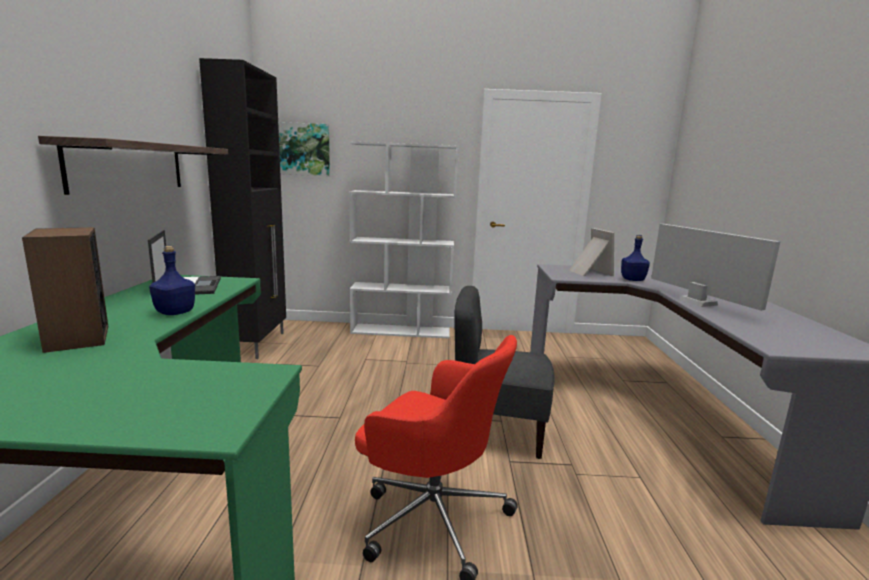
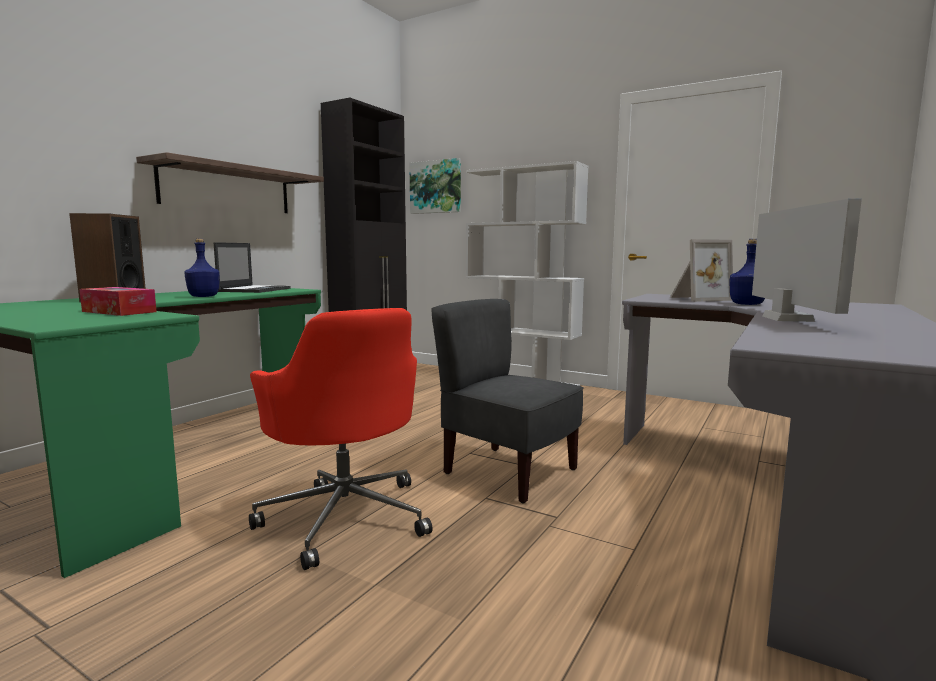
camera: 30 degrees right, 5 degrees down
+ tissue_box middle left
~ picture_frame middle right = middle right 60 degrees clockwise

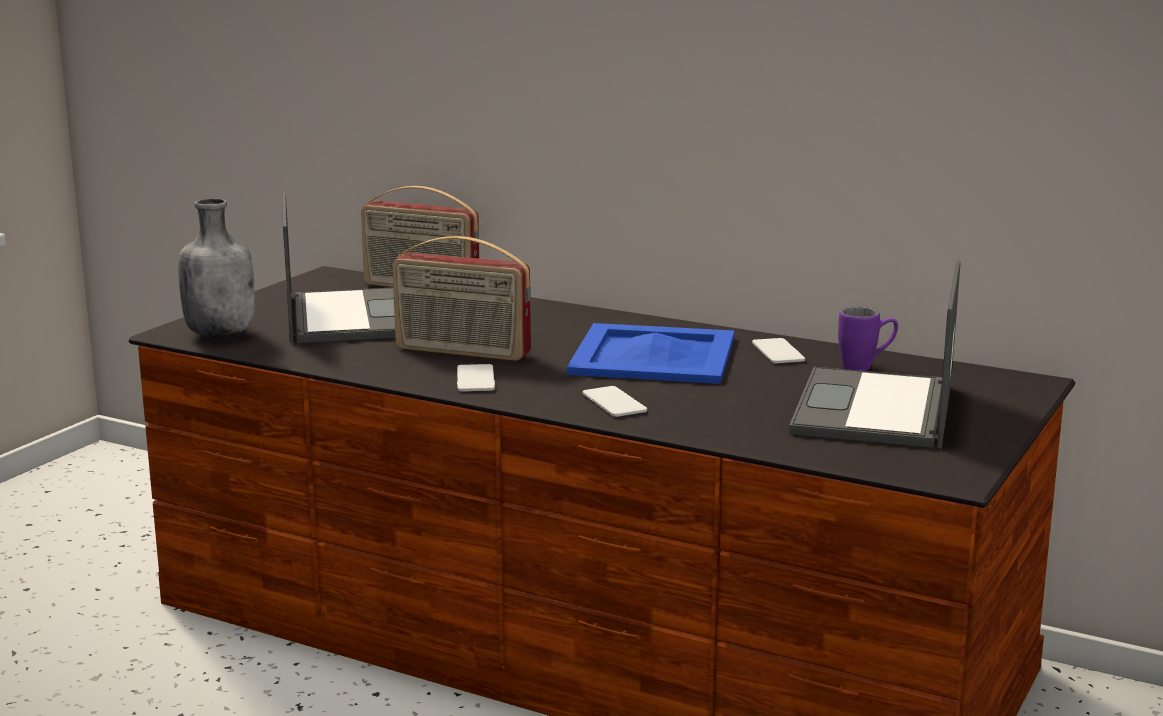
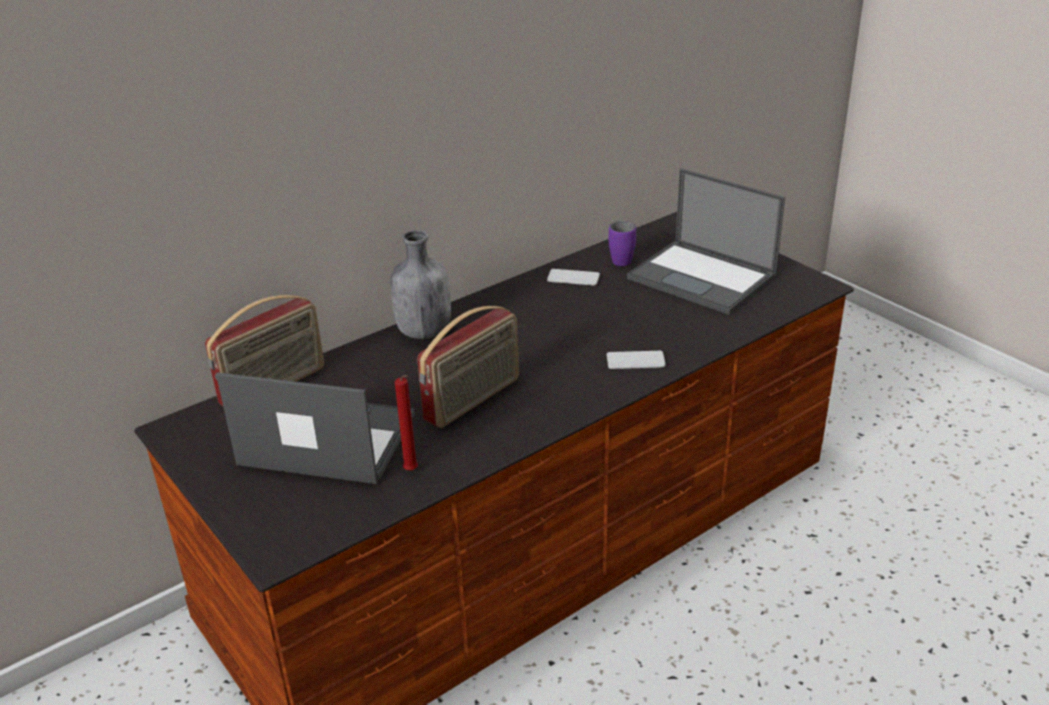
camera: 65 degrees left, 15 degrees up
- phone (no. 1 from left) centre
- blue_tray centre
+ red_candle centre
~ grey_bottle middle left to centre

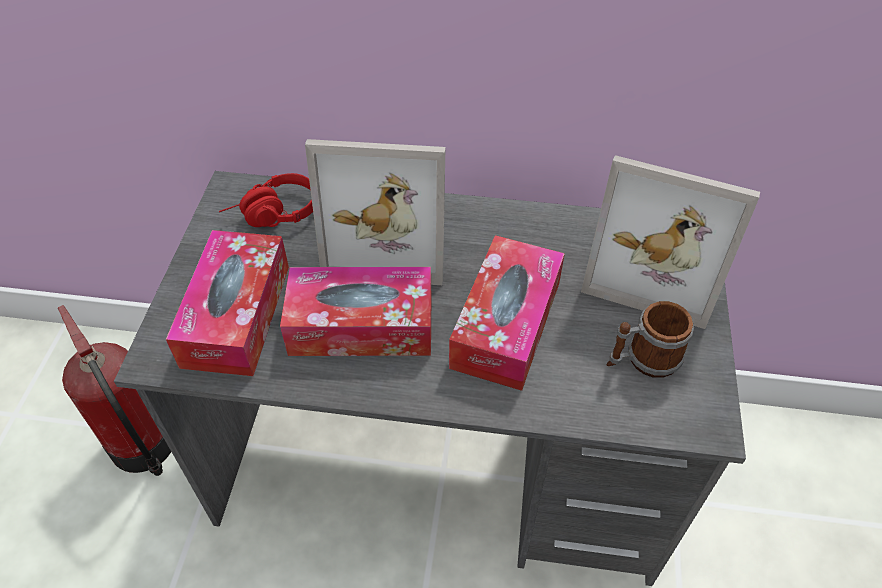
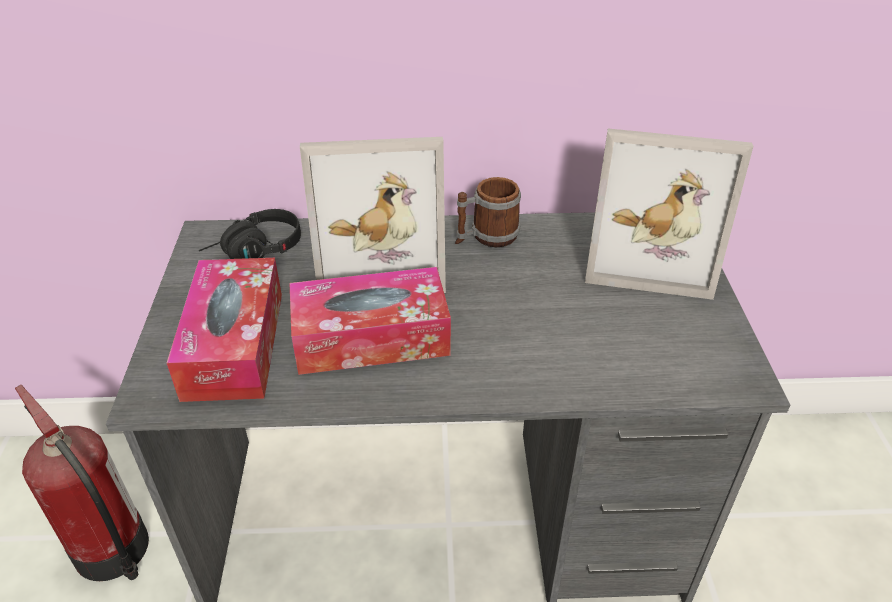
camera: 10 degrees left, 10 degrees down
- tissue_box (no. 3 from left) centre
~ mug middle right to centre
~ red_headphones middle left to black_headphones middle left

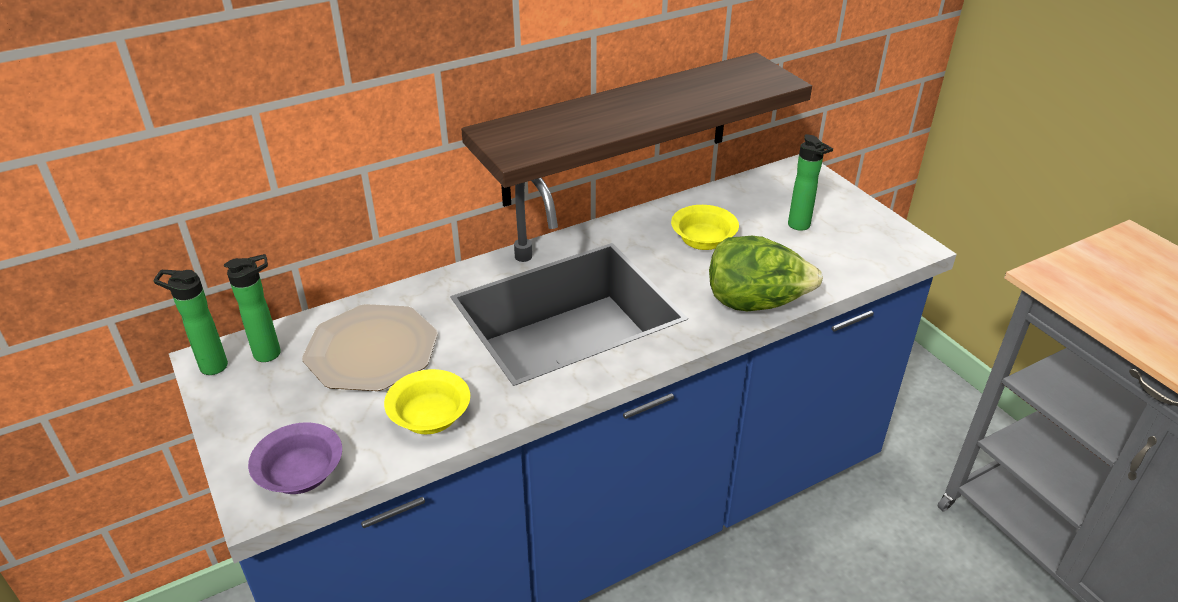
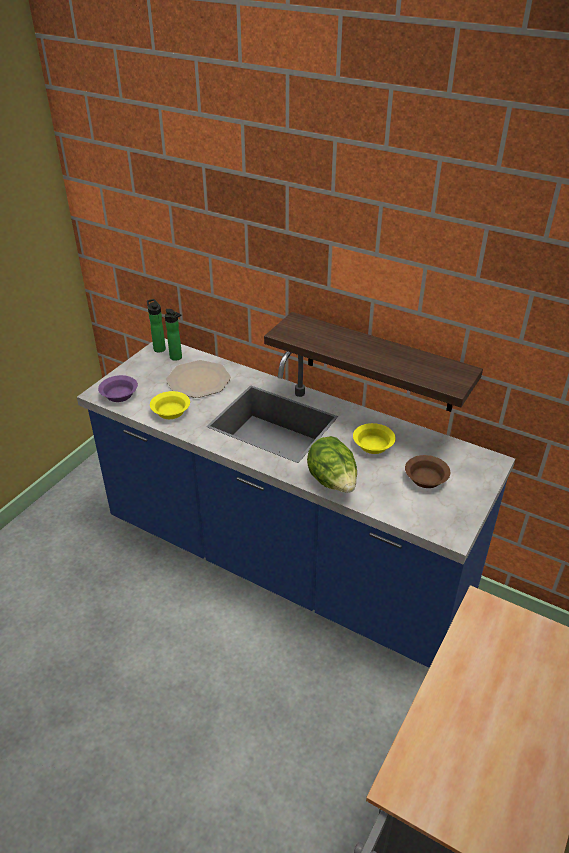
camera: 60 degrees right, 0 degrees up
~ bottle (no. 3 from left) top right to brown_bowl middle right

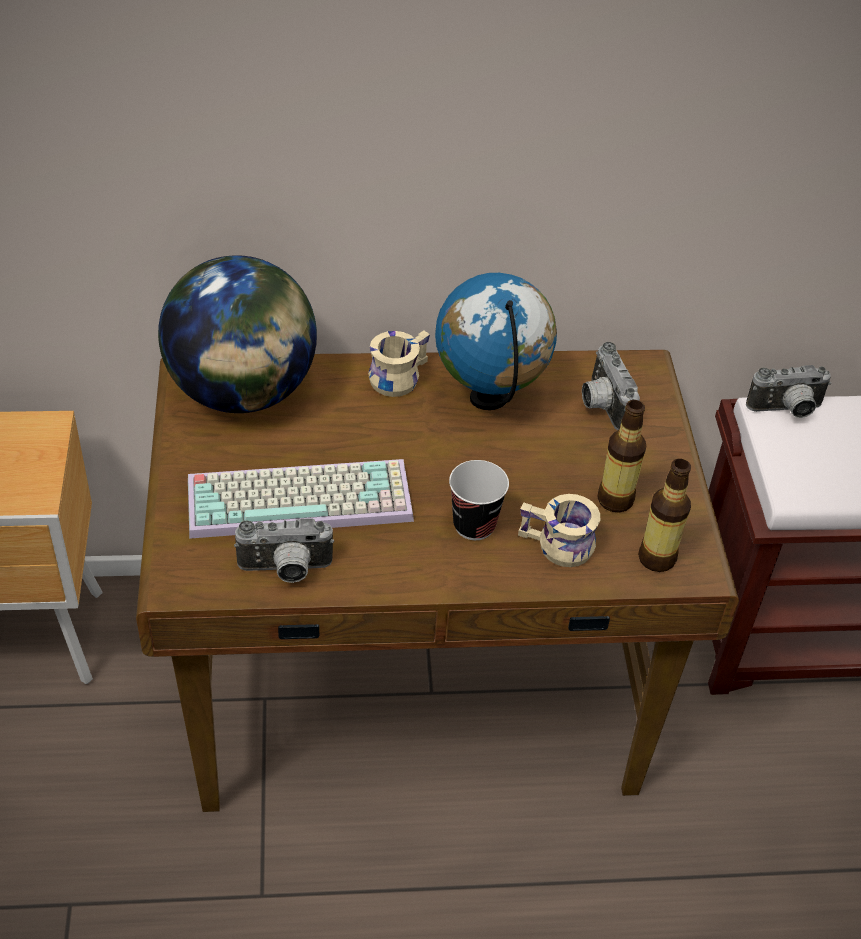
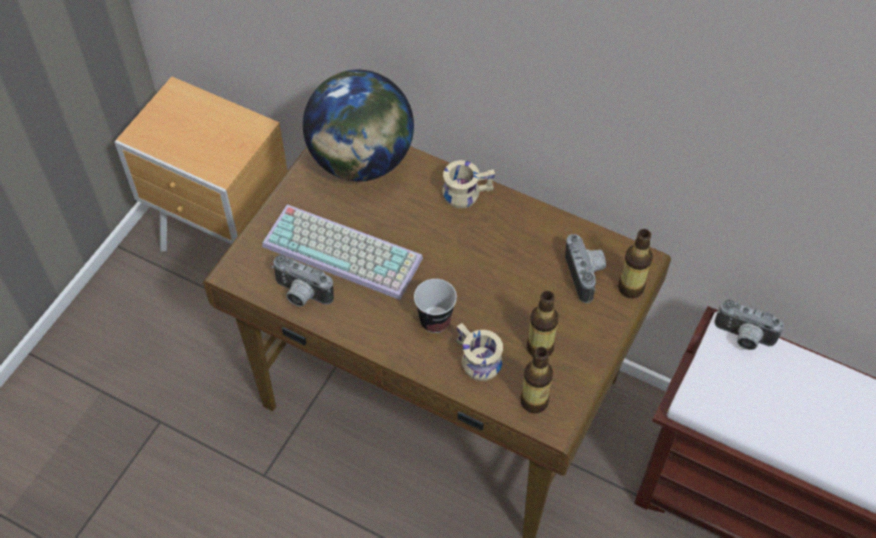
camera: 35 degrees right, 10 degrees up
- globe (no. 2 from left) centre
+ bottle (no. 3 from left) middle right
~ photo_camera (no. 2 from left) middle right = middle right 150 degrees clockwise

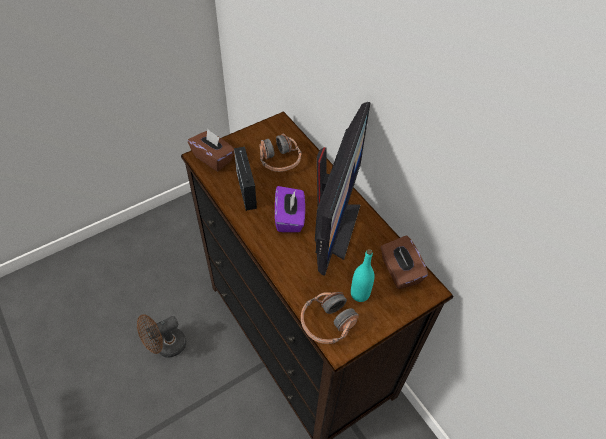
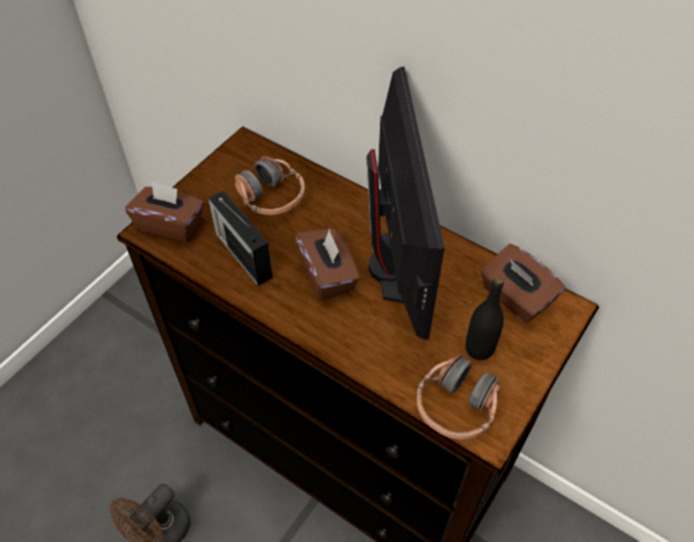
camera: 20 degrees left, 0 degrees up
~ purple_tissue_box centre to brown_tissue_box (no. 2 from left) centre
~ turquoise_bottle centre to black_bottle middle right

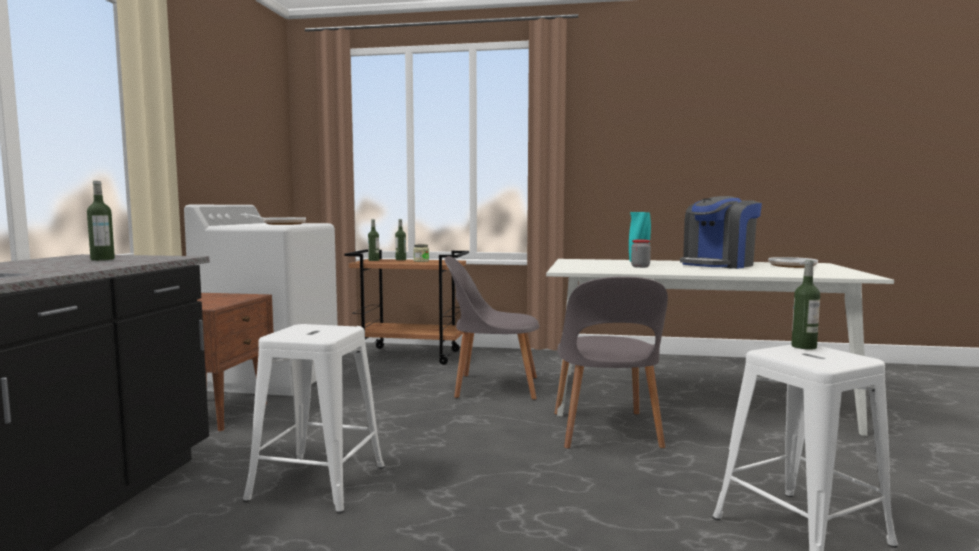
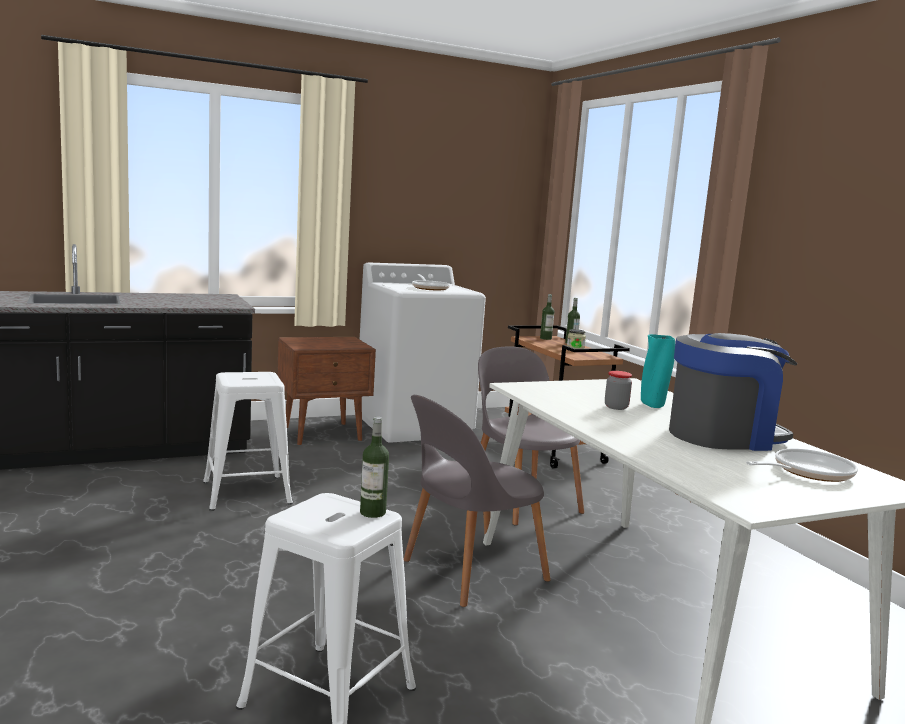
camera: 55 degrees right, 5 degrees up
- bottle (no. 1 from left) middle left
~ coffee_machine middle right = middle right 150 degrees clockwise

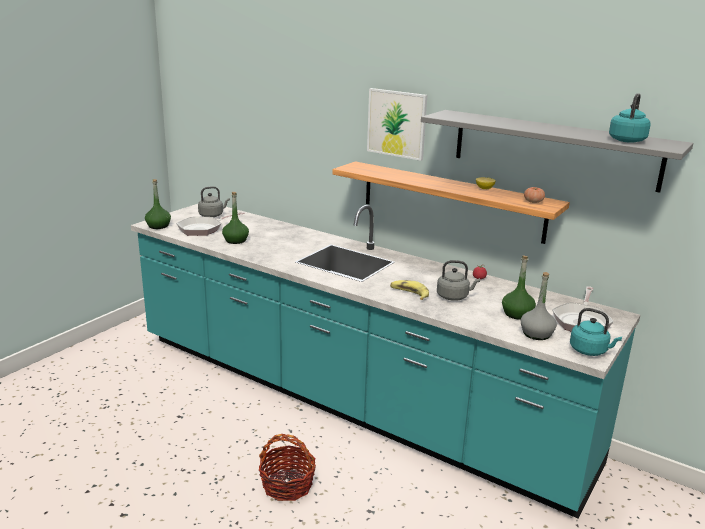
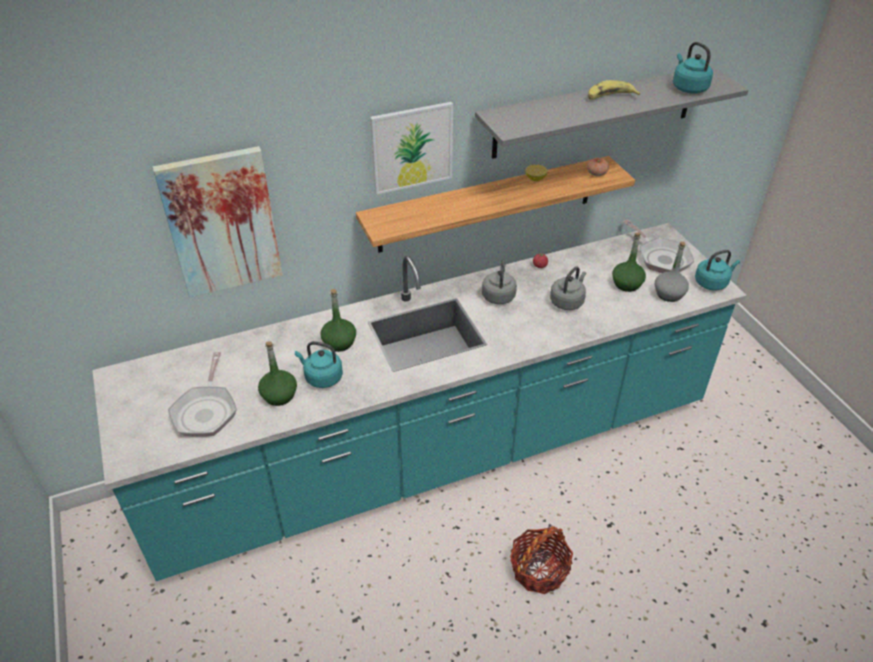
camera: 55 degrees left, 20 degrees up
+ picture (no. 1 from left) middle left
+ turquoise_kettle (no. 1 from left) centre
~ green_bottle (no. 1 from left in the first image) middle left to green_bottle (no. 2 from left) centre
~ grey_kettle (no. 1 from left) middle left to centre
~ banana centre to top right

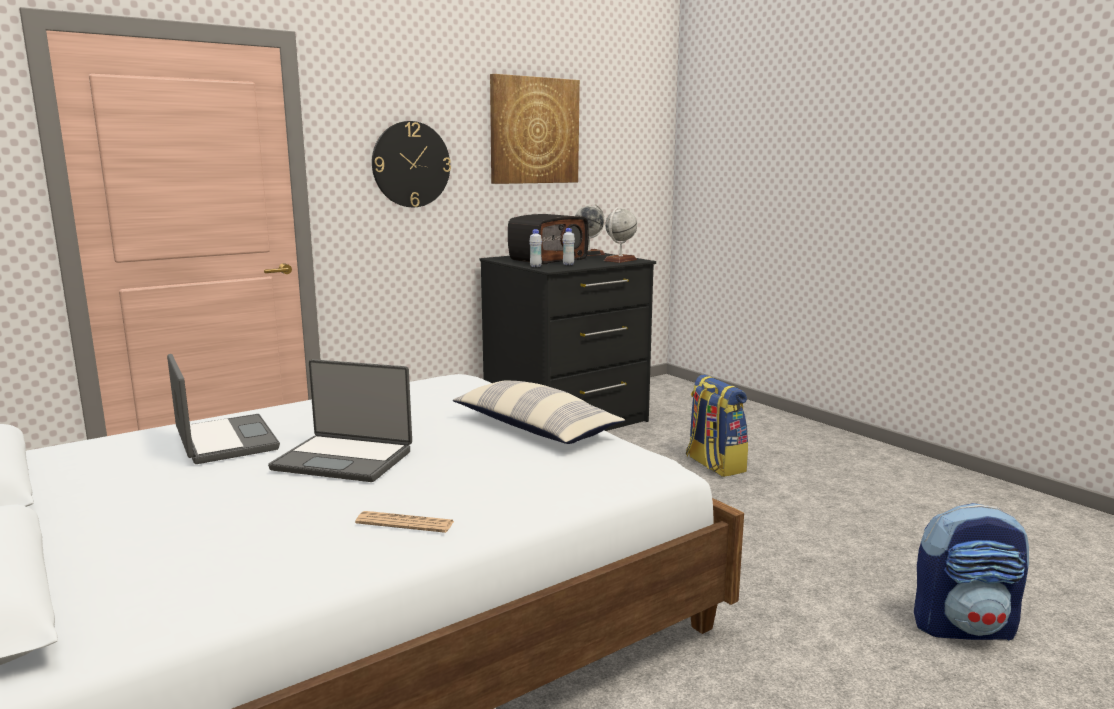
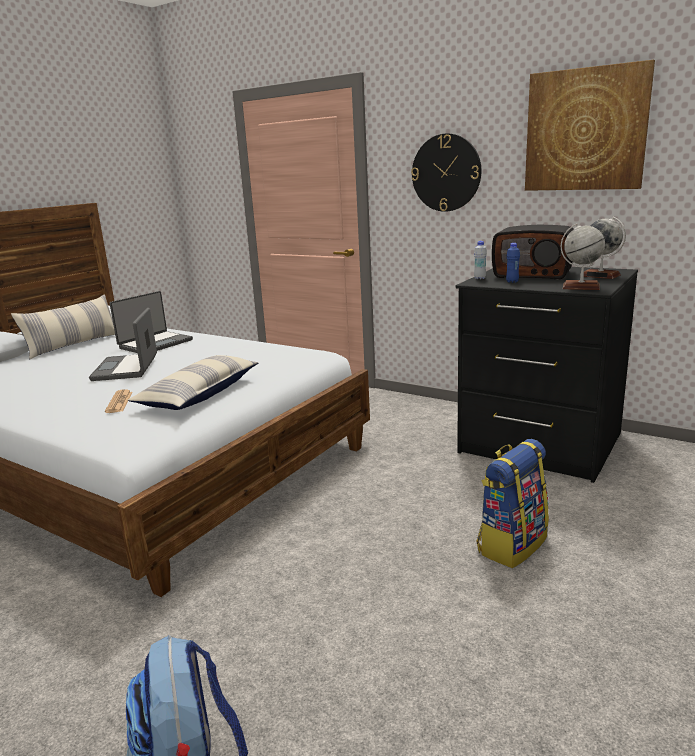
camera: 70 degrees right, 5 degrees up
+ pillow (no. 1 from left) middle left
~ newspaper bottom centre to middle left
~ white_bottle (no. 2 from left) centre to blue_bottle middle right

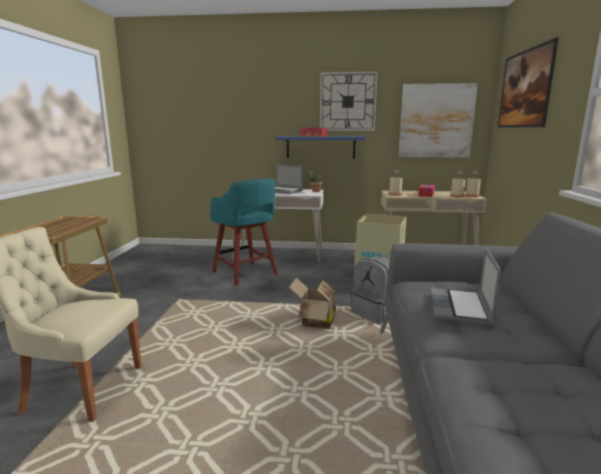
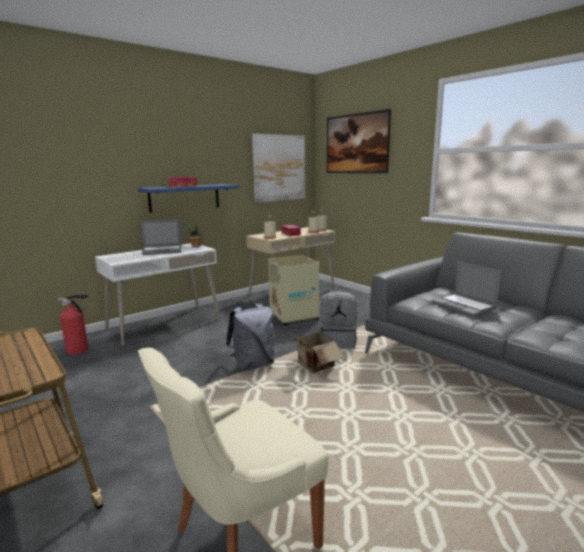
camera: 45 degrees left, 0 degrees up
- turquoise_stool centre
- wall_clock top centre
+ fire_extinguisher middle left
+ grey_backpack (no. 1 from left) centre

